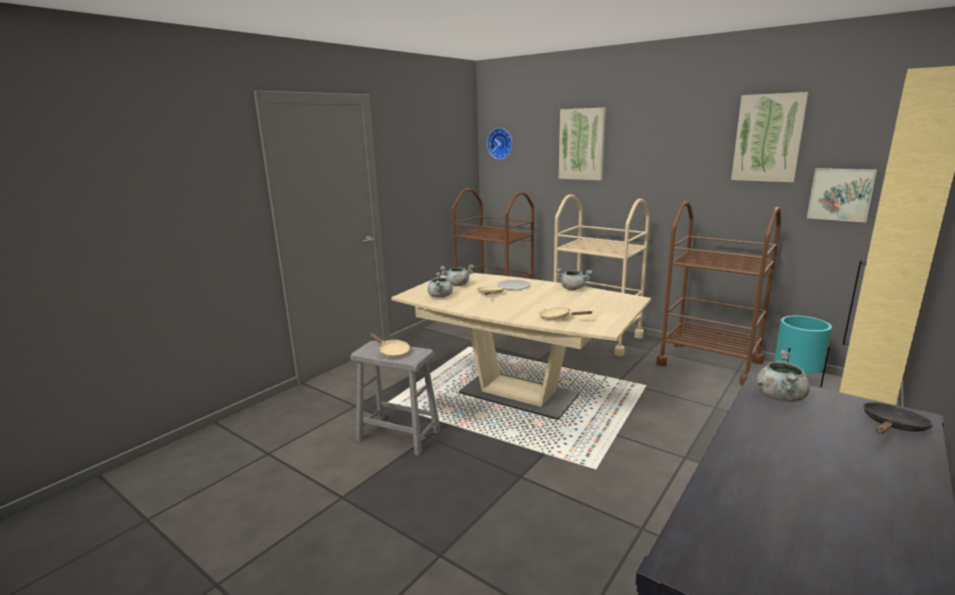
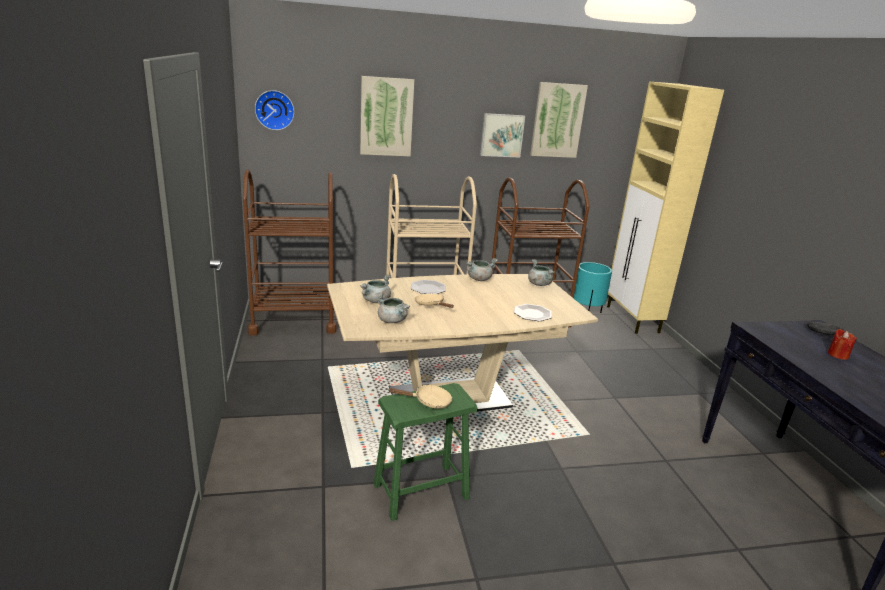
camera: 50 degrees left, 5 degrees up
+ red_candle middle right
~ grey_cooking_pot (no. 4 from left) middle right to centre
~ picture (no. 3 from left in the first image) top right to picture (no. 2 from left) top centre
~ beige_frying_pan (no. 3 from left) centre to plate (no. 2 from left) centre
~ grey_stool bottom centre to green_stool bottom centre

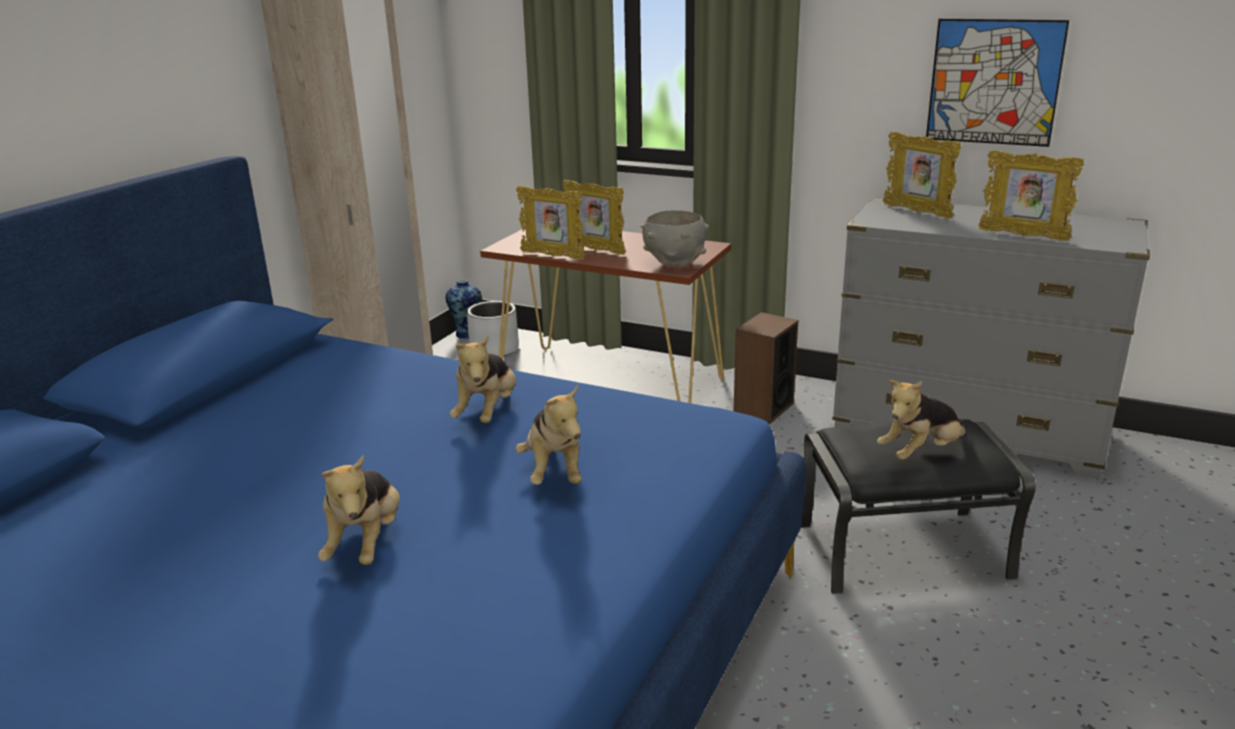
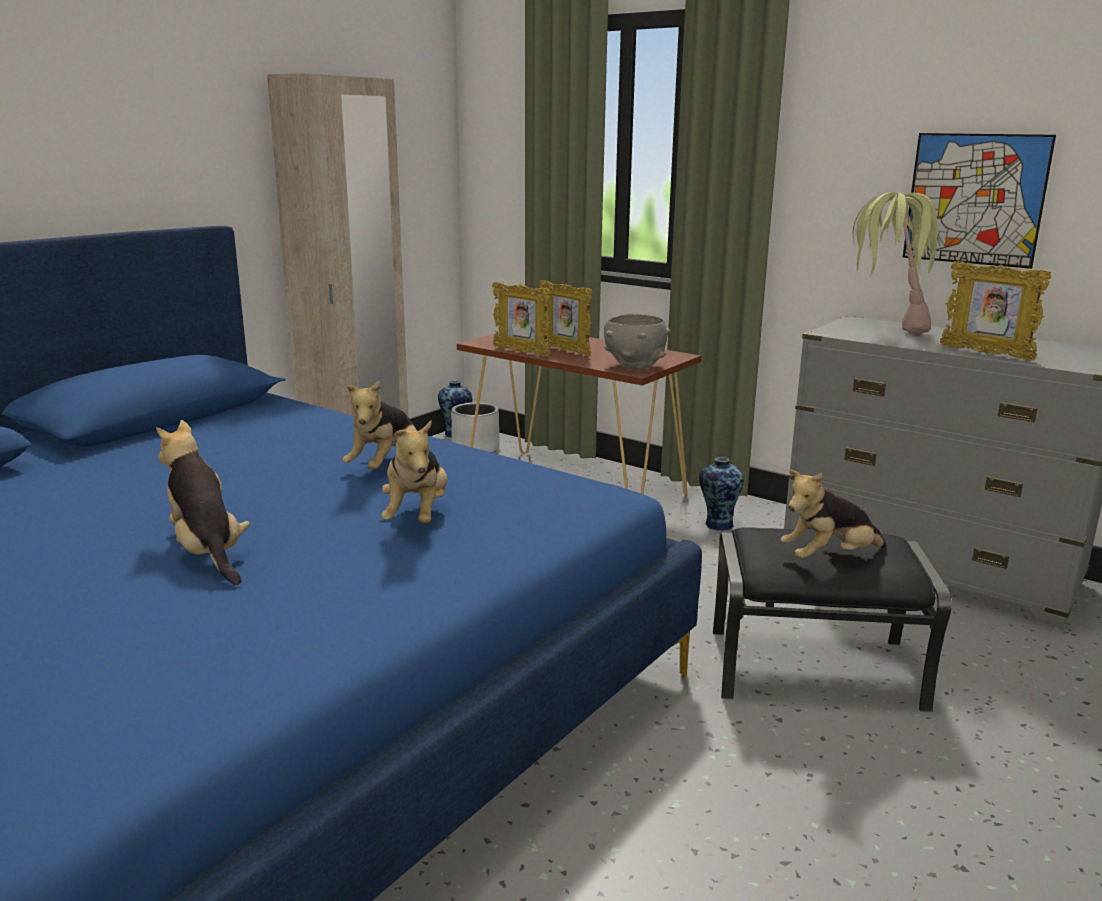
camera: 10 degrees right, 5 degrees down
~ speaker centre to vase (no. 2 from left) centre
~ picture_frame (no. 3 from left) top right to potted_plant top right
~ plush_toy (no. 1 from left) bottom left = middle left 135 degrees clockwise

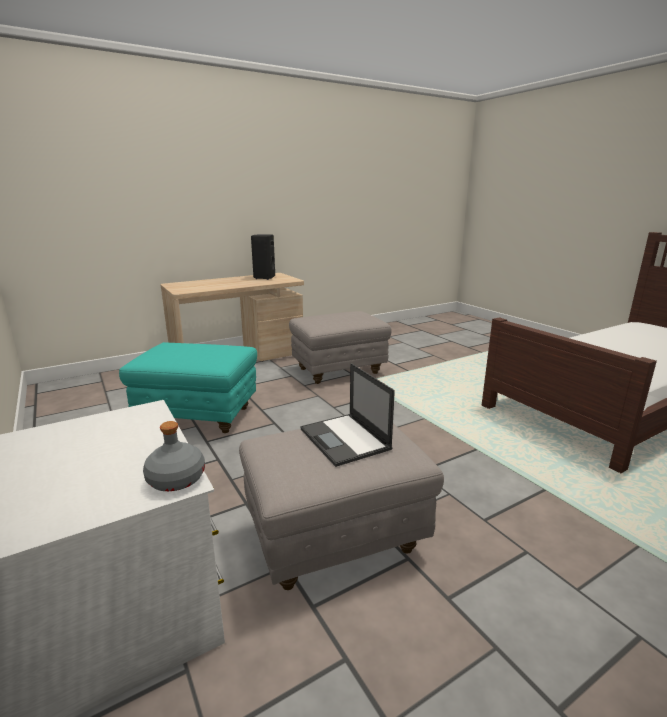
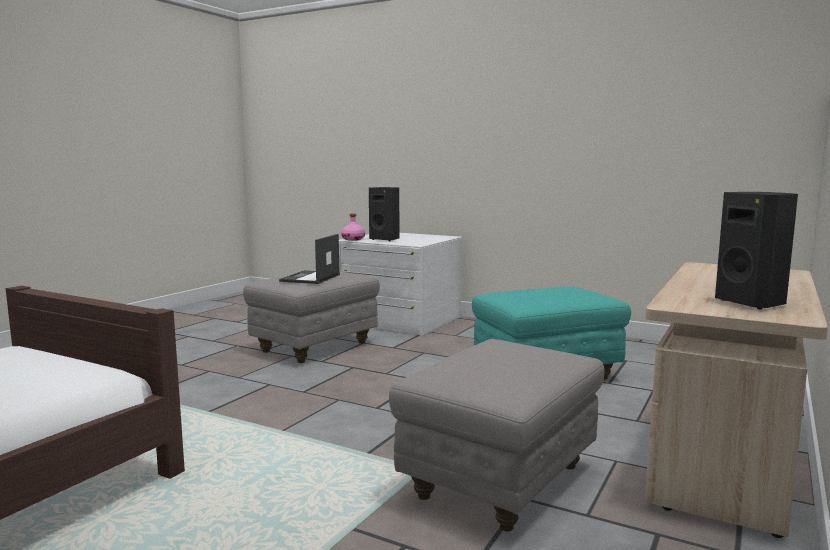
camera: 150 degrees right, 10 degrees down
+ black_speaker (no. 1 from left) centre
~ grey_bottle middle left to pink_bottle centre
~ laptop centre = centre 105 degrees counterclockwise

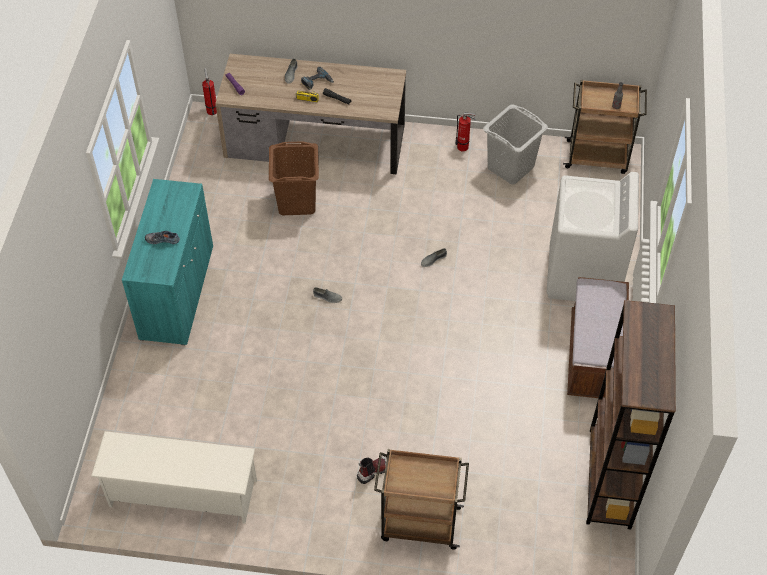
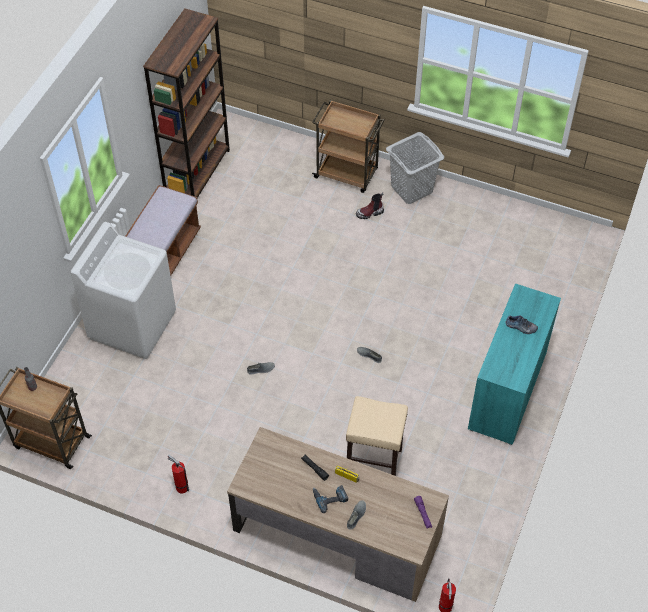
camera: 165 degrees left, 0 degrees up
- white_shoe_rack bottom left
~ grey_laundry_basket top right to top centre
~ brown_laundry_basket top centre to beige_stool bottom centre

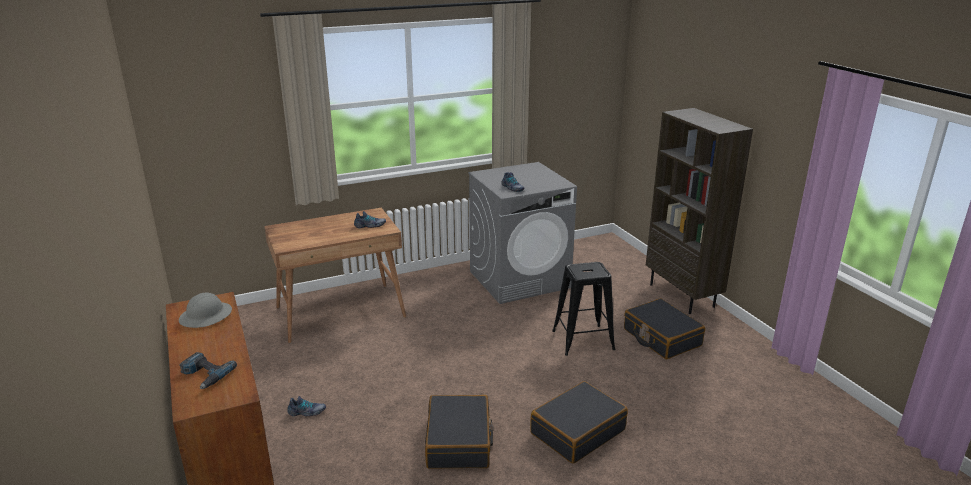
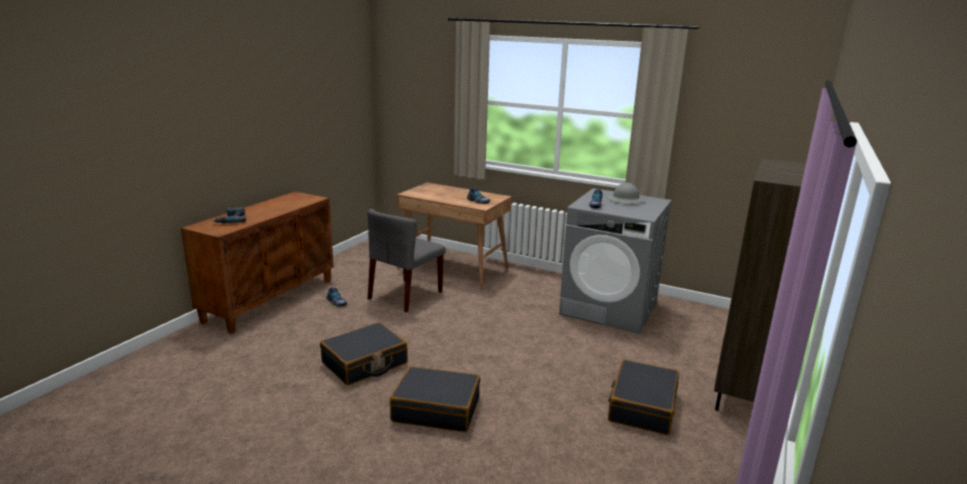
camera: 50 degrees right, 5 degrees down
- black_stool centre
+ grey_chair centre
~ grey_hard_hat middle left to centre

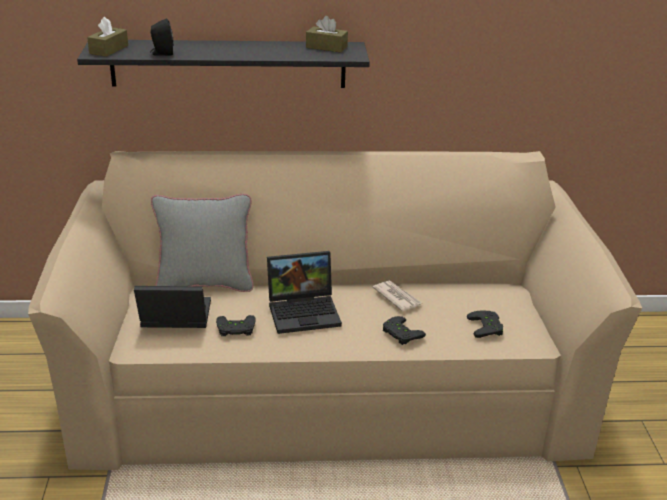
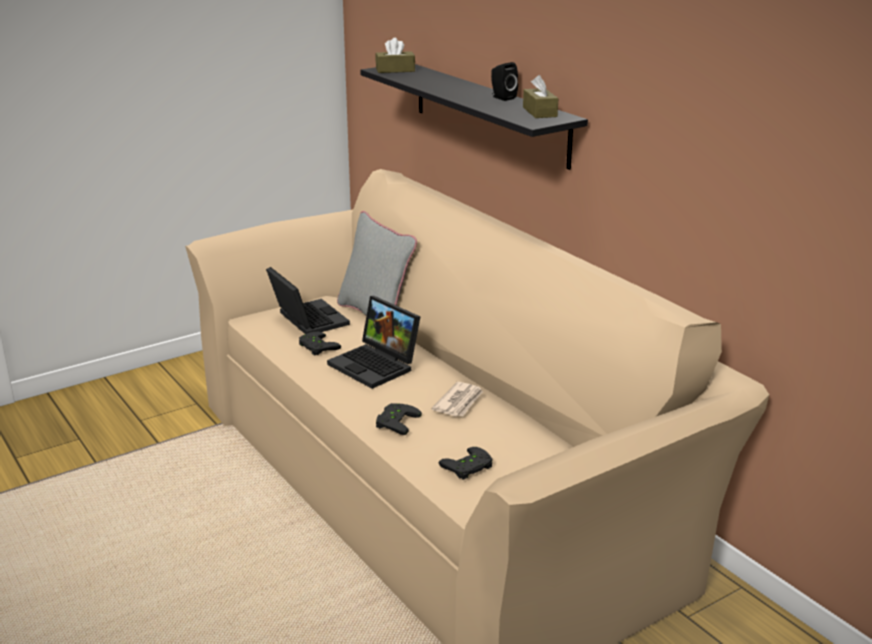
camera: 60 degrees right, 5 degrees down
~ black_speaker top left to top centre

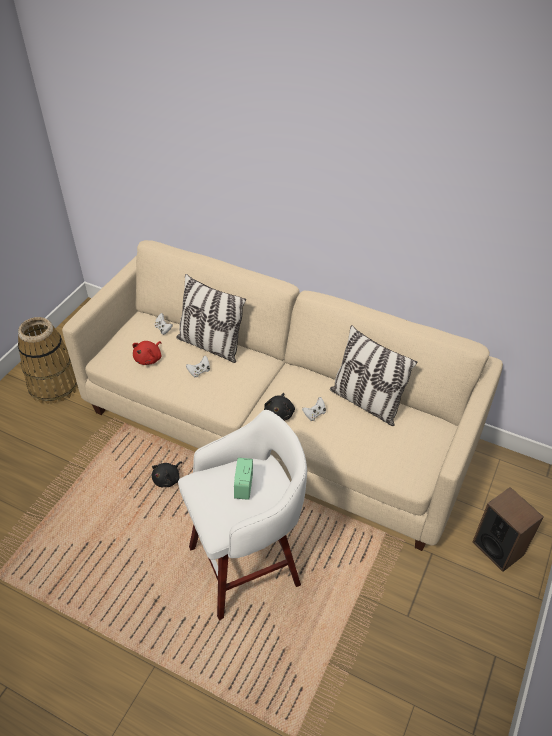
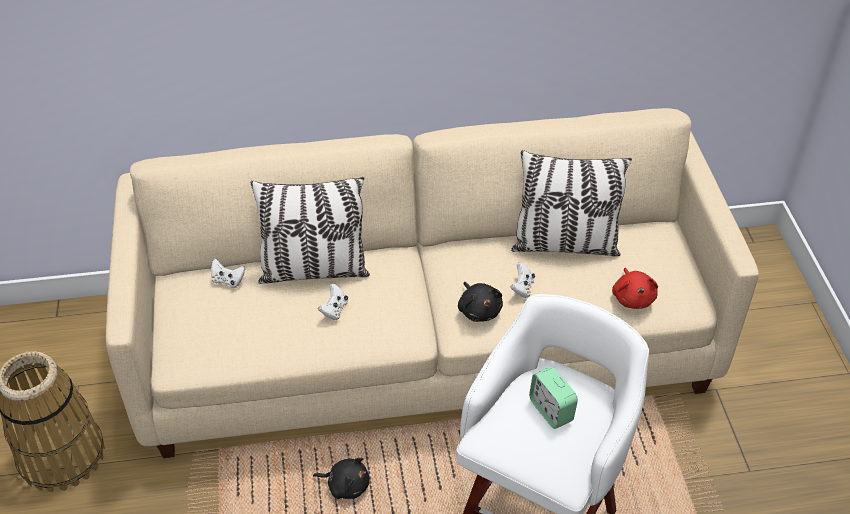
camera: 35 degrees left, 0 degrees up
- speaker bottom right
~ red_plush_toy middle left to middle right
~ black_plush_toy (no. 1 from left) middle left = bottom centre 75 degrees counterclockwise

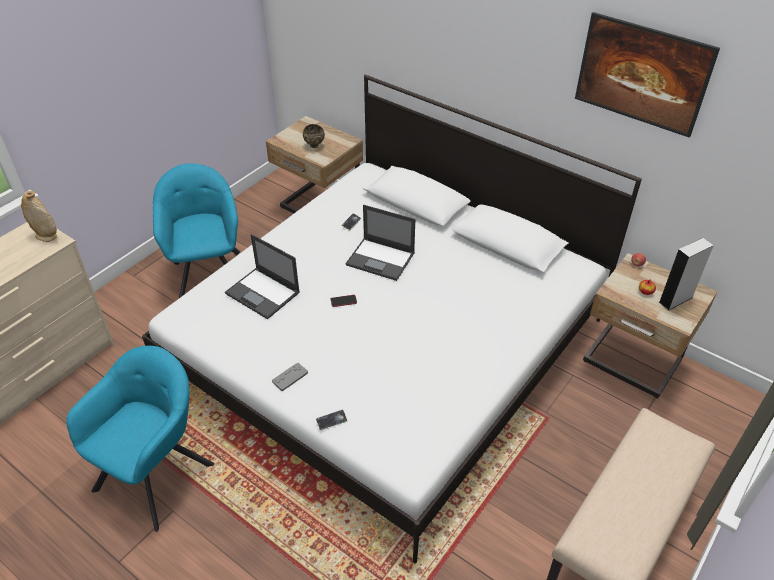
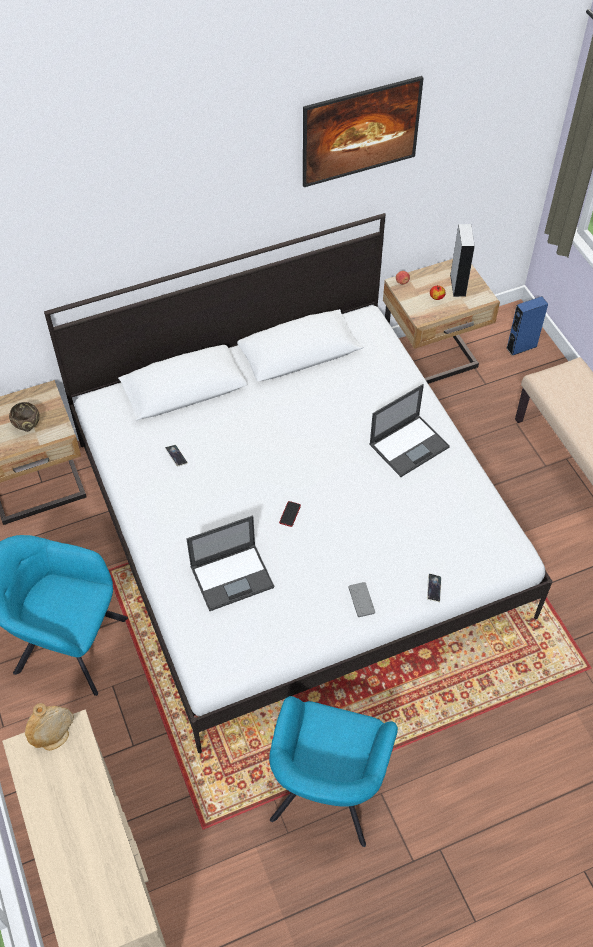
camera: 60 degrees left, 10 degrees up
+ blue_speaker middle right
~ laptop (no. 2 from left) centre to middle right
~ turquoise_armchair (no. 1 from left in the first image) bottom left = bottom centre 135 degrees counterclockwise

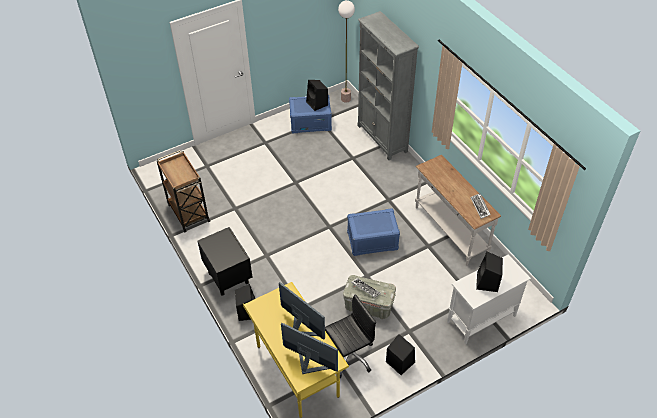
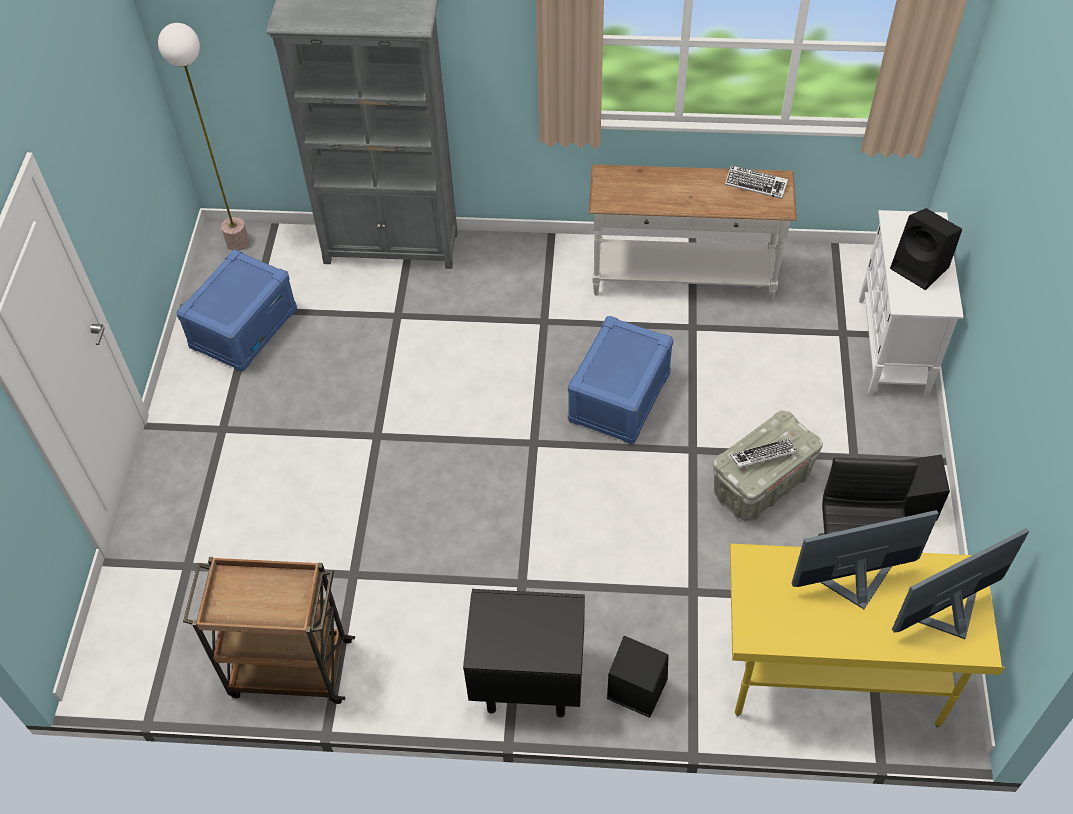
camera: 55 degrees left, 5 degrees up
- black_speaker (no. 2 from left) top centre

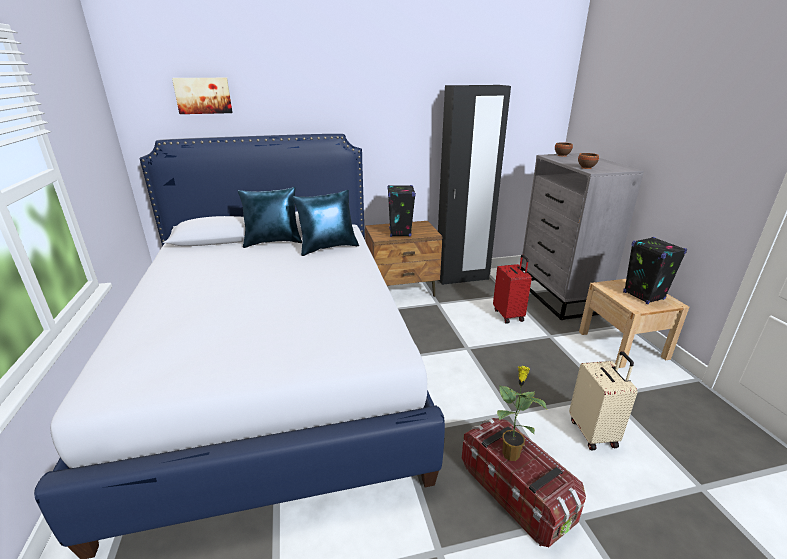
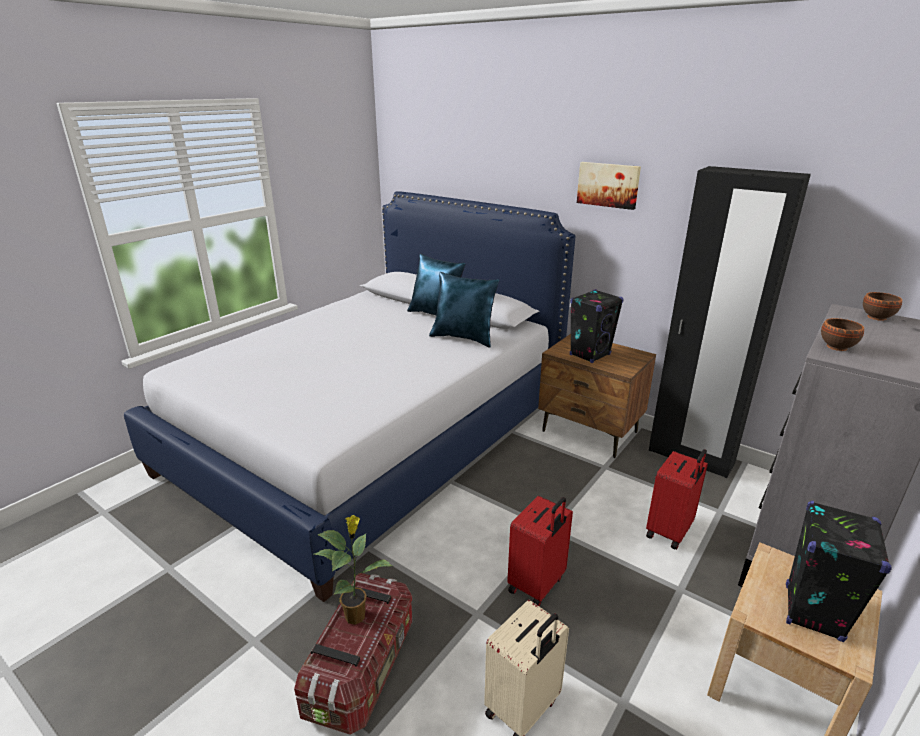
camera: 50 degrees right, 0 degrees up
+ red_suitcase (no. 1 from left) bottom centre
~ picture top left to top centre

